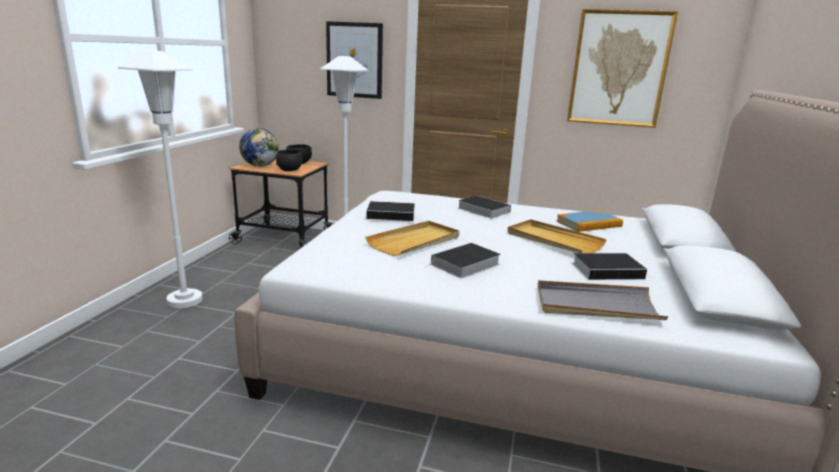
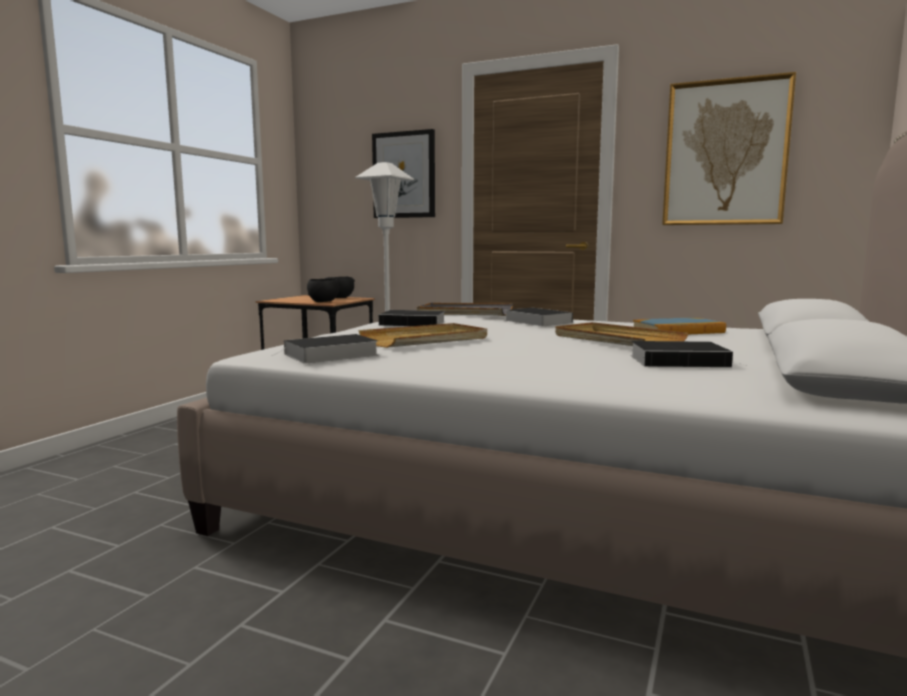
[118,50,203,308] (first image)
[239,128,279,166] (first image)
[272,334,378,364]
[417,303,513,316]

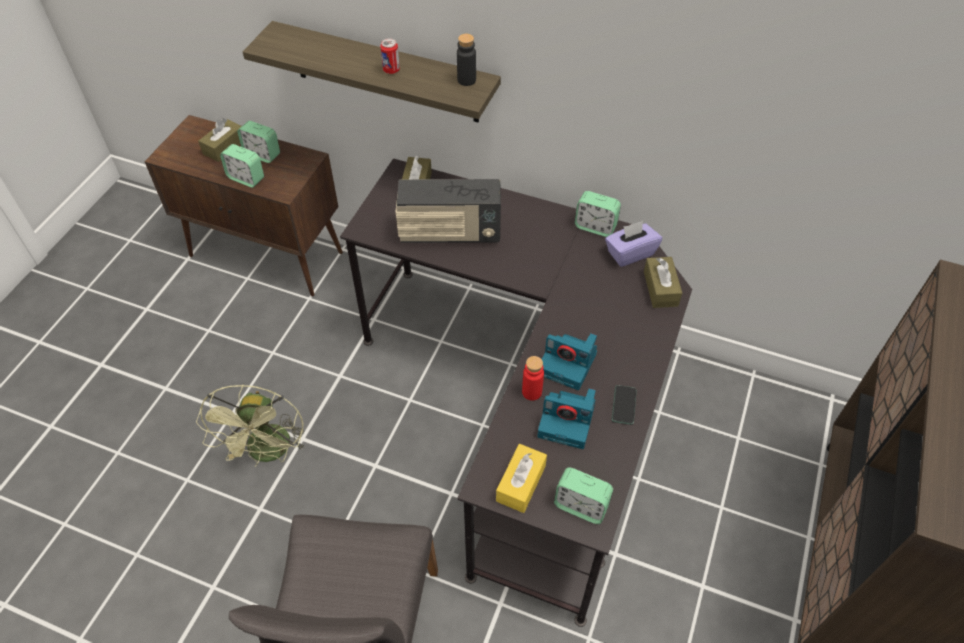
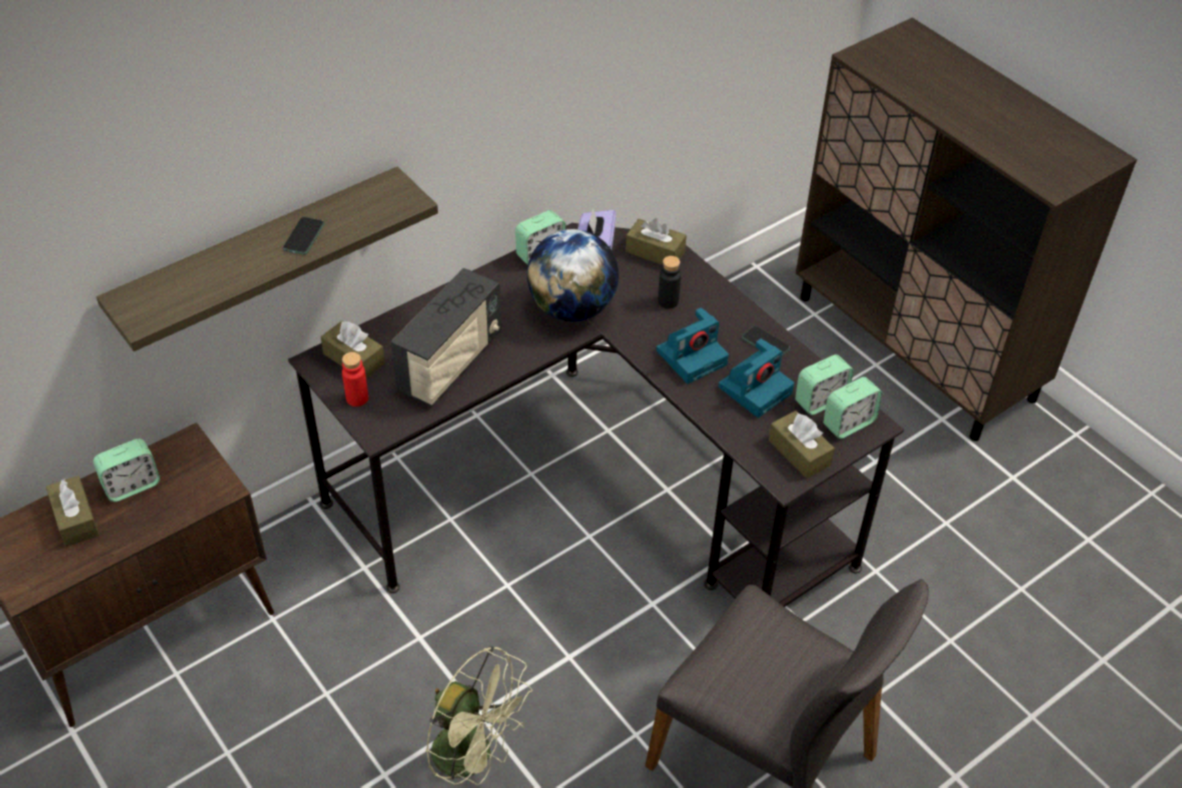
[658,256,681,309]
[283,217,325,255]
[795,355,854,415]
[342,352,369,407]
[769,411,835,479]
[527,229,619,322]

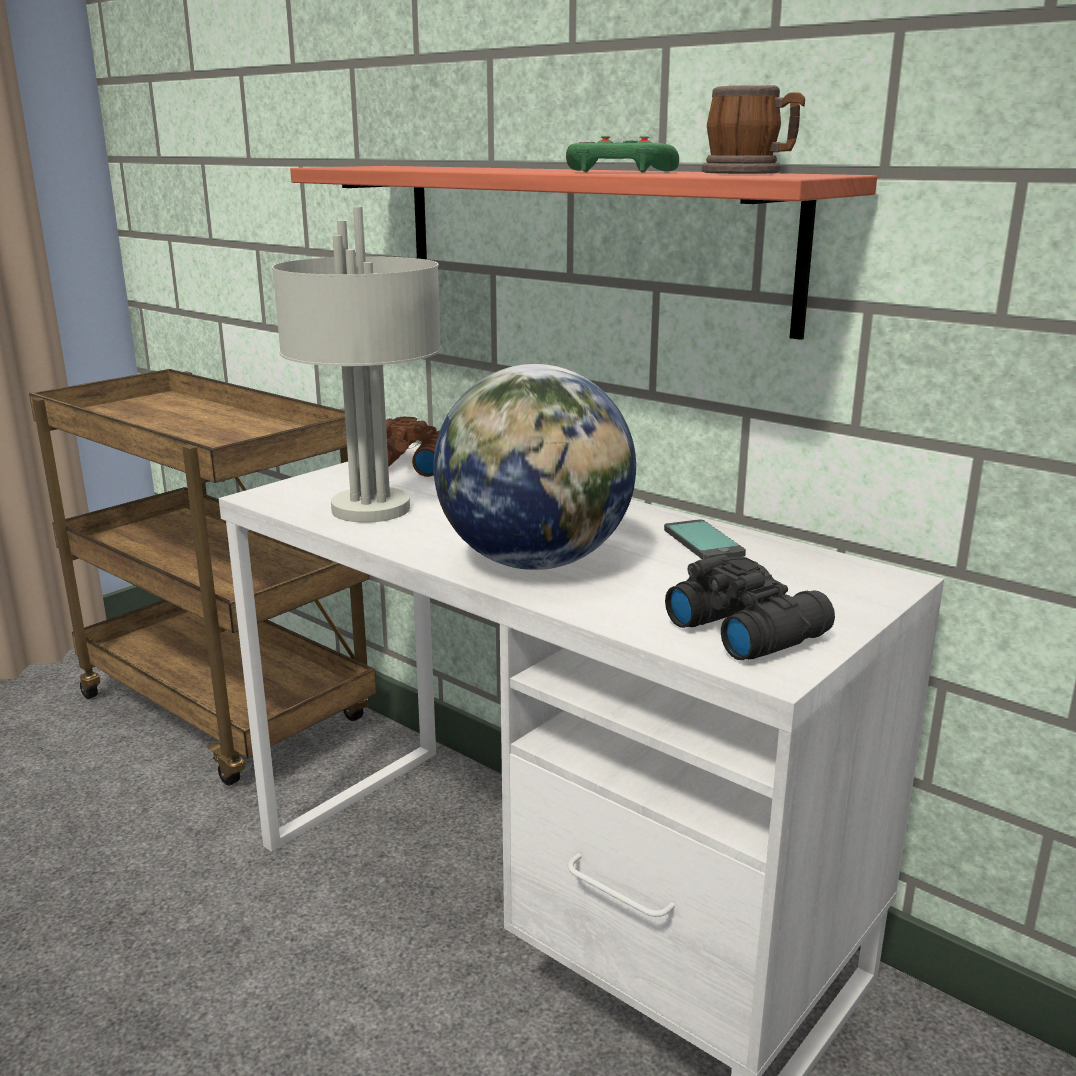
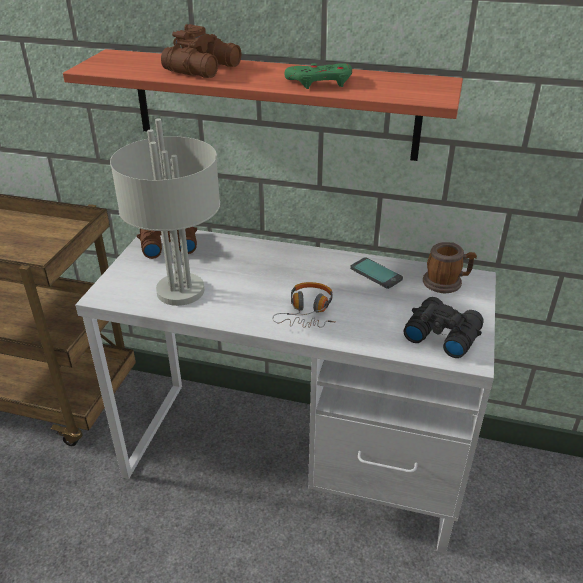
[423,242,477,294]
[272,282,336,328]
[161,24,242,78]

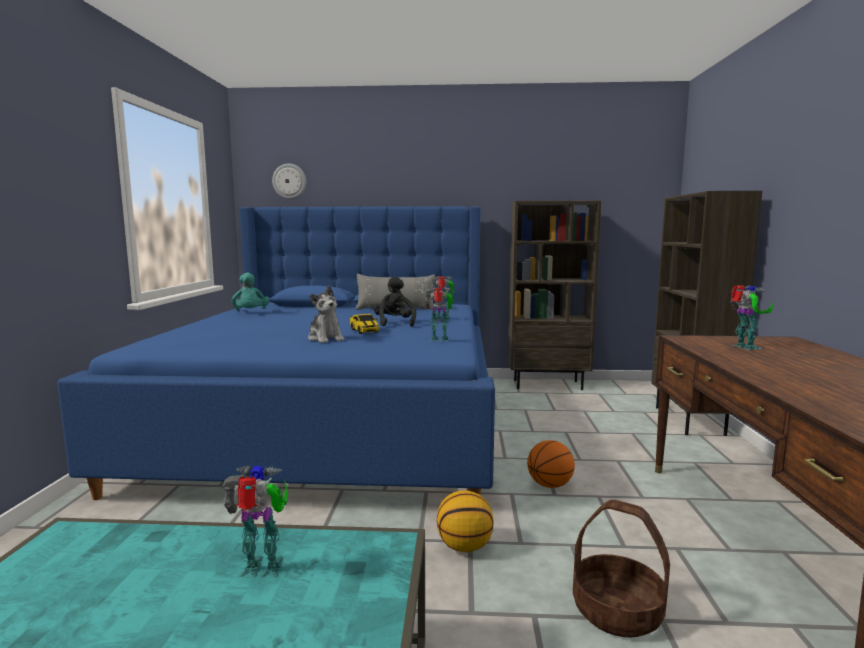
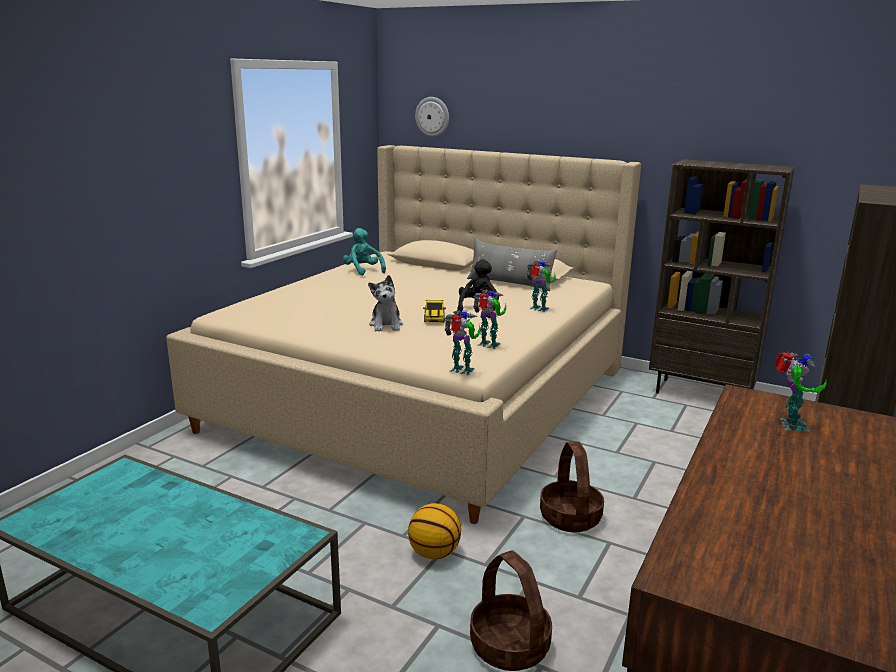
[166,145,641,524]
[343,228,386,276]
[540,441,604,532]
[444,310,481,375]

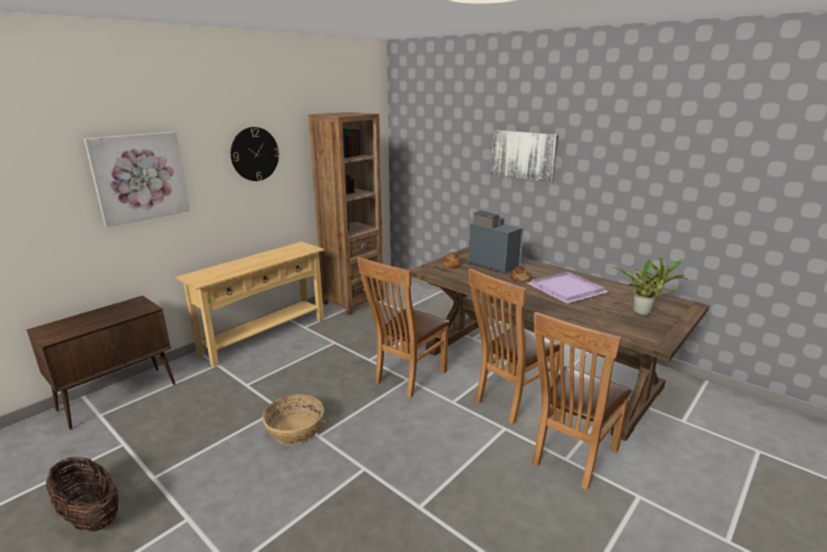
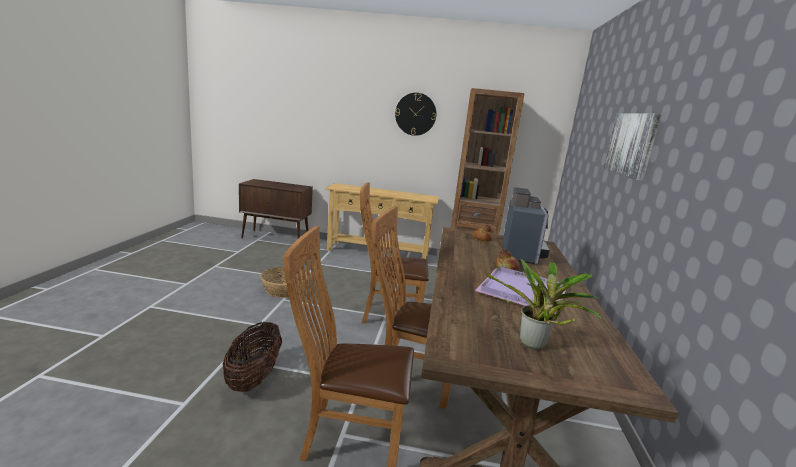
[84,132,190,227] (first image)
[223,322,282,392]

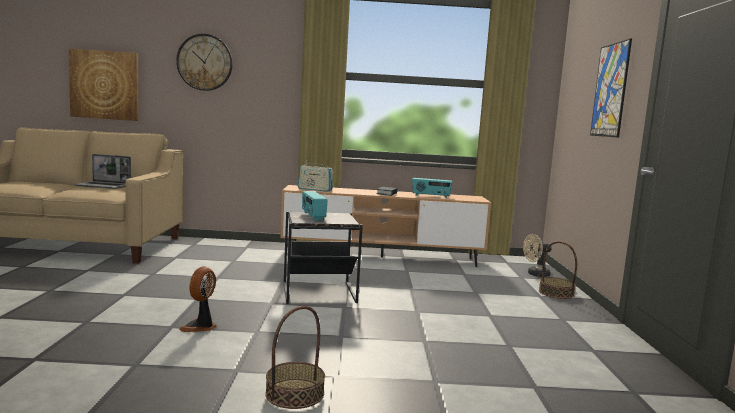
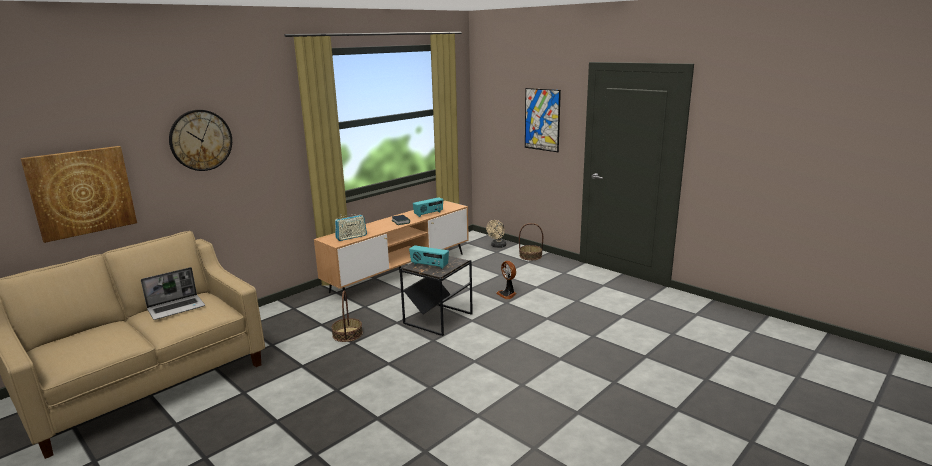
[496,261,517,299]
[331,291,363,342]

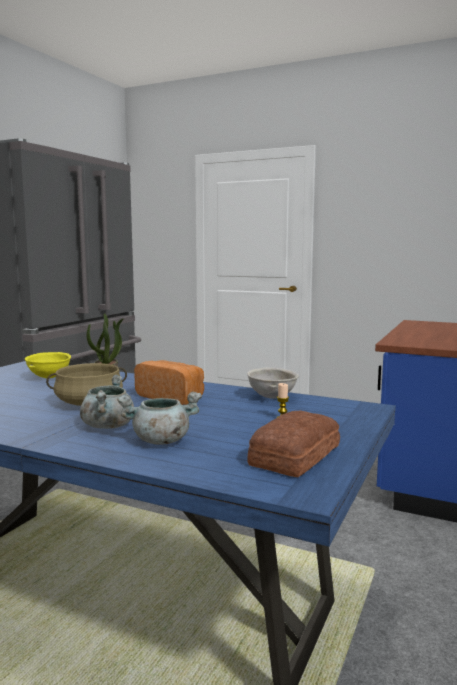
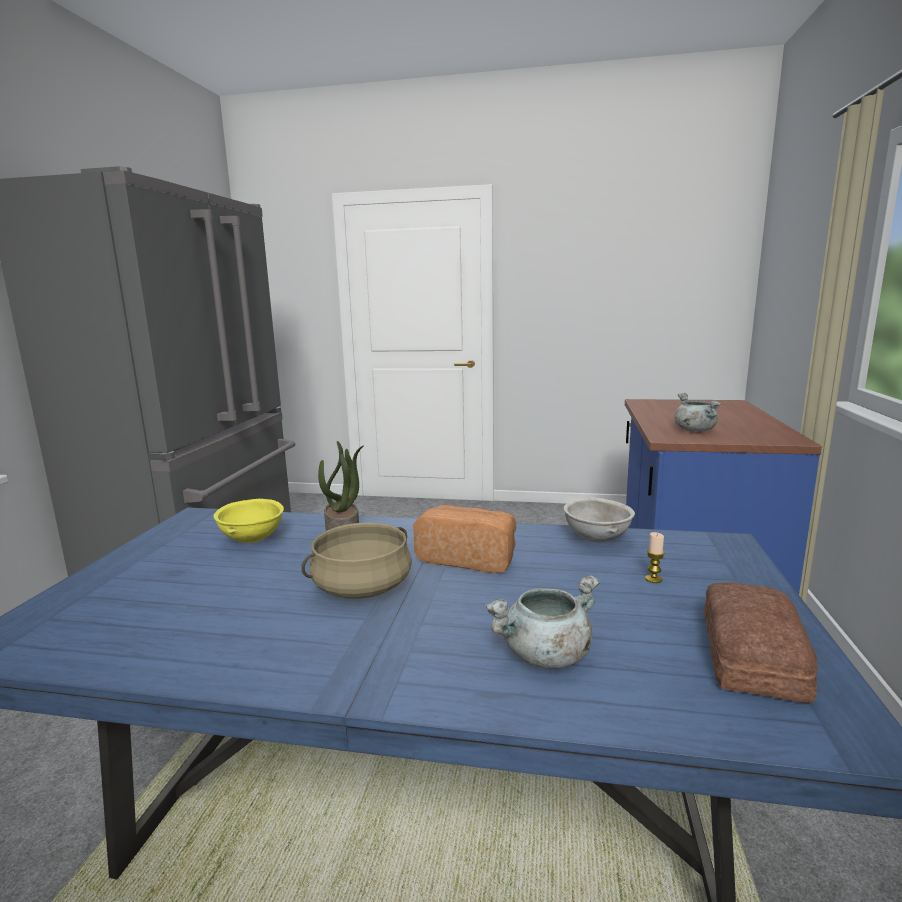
[674,393,722,432]

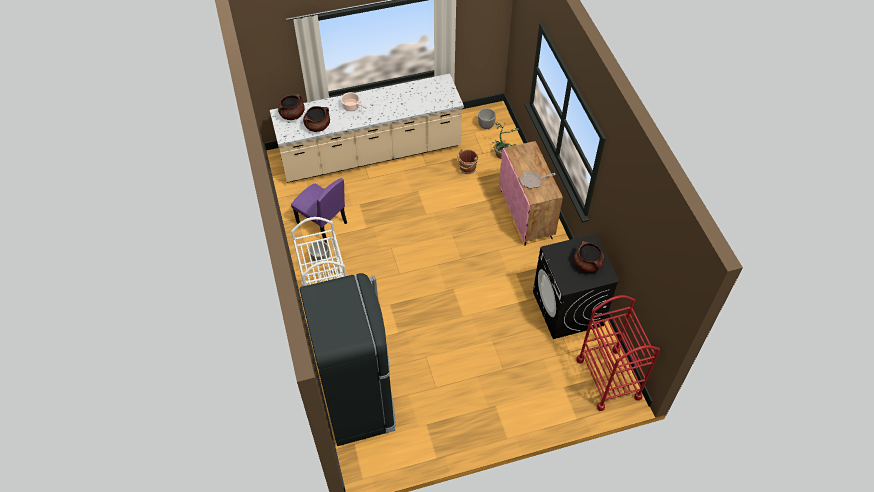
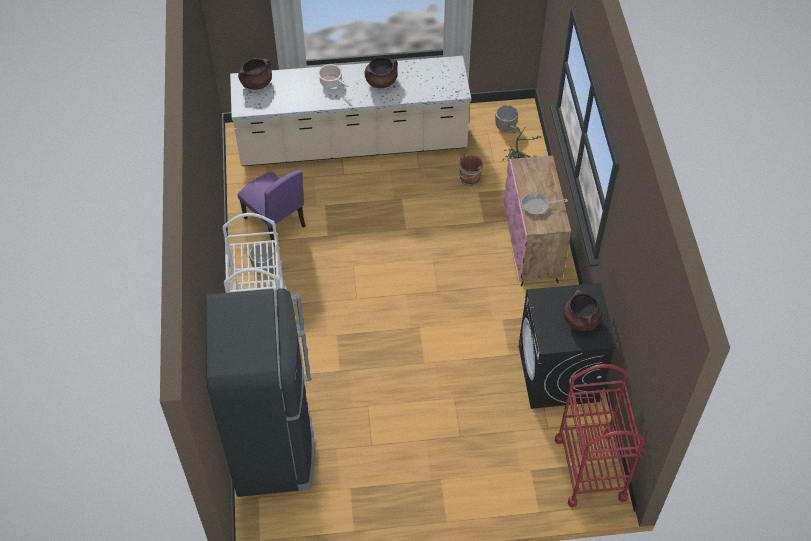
[365,57,397,88]

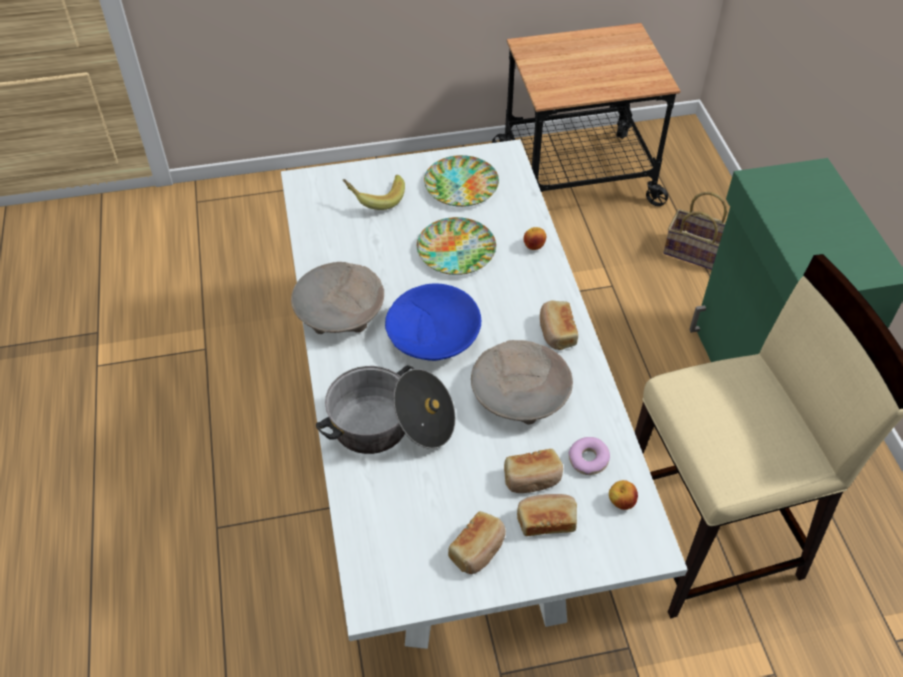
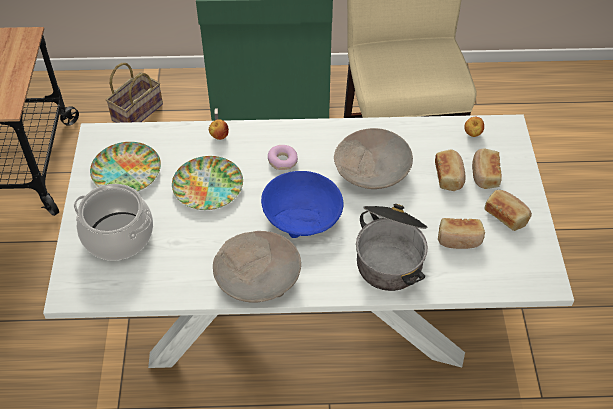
[74,184,153,261]
[438,218,485,249]
[268,145,298,170]

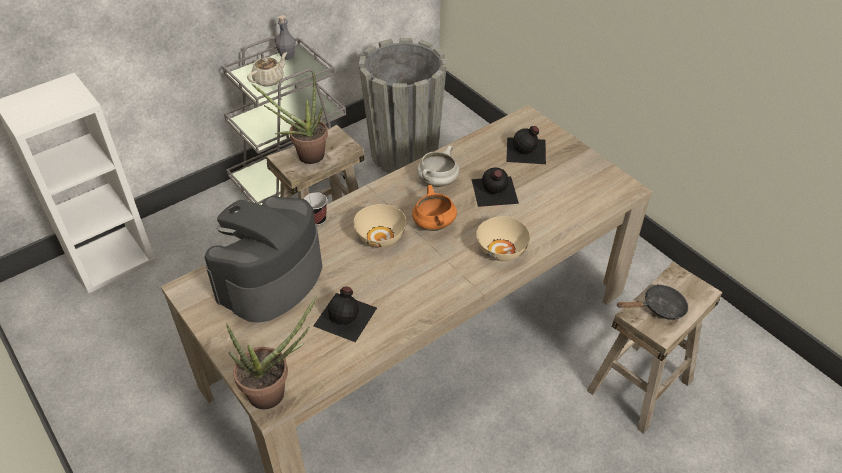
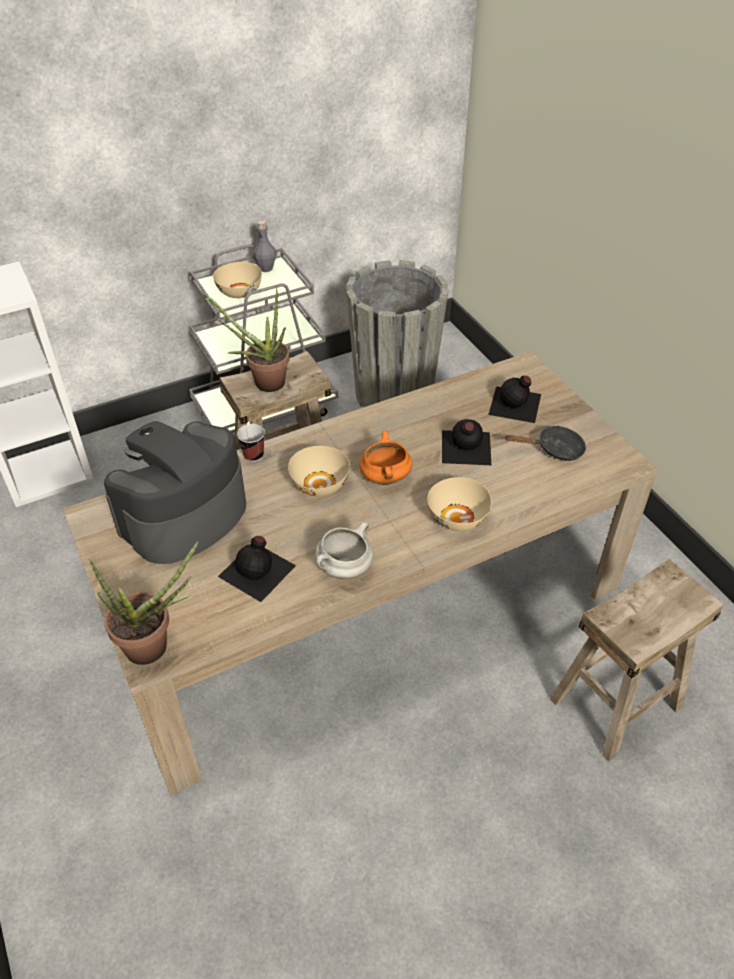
[213,262,262,298]
[315,522,373,579]
[504,426,586,461]

